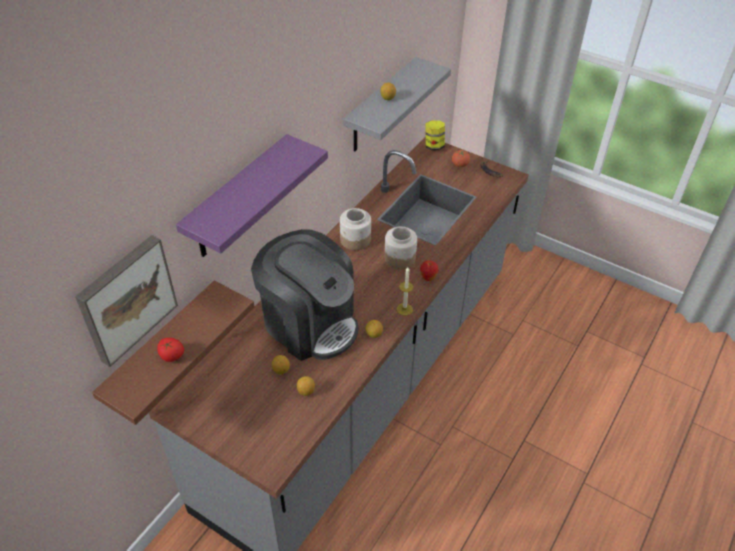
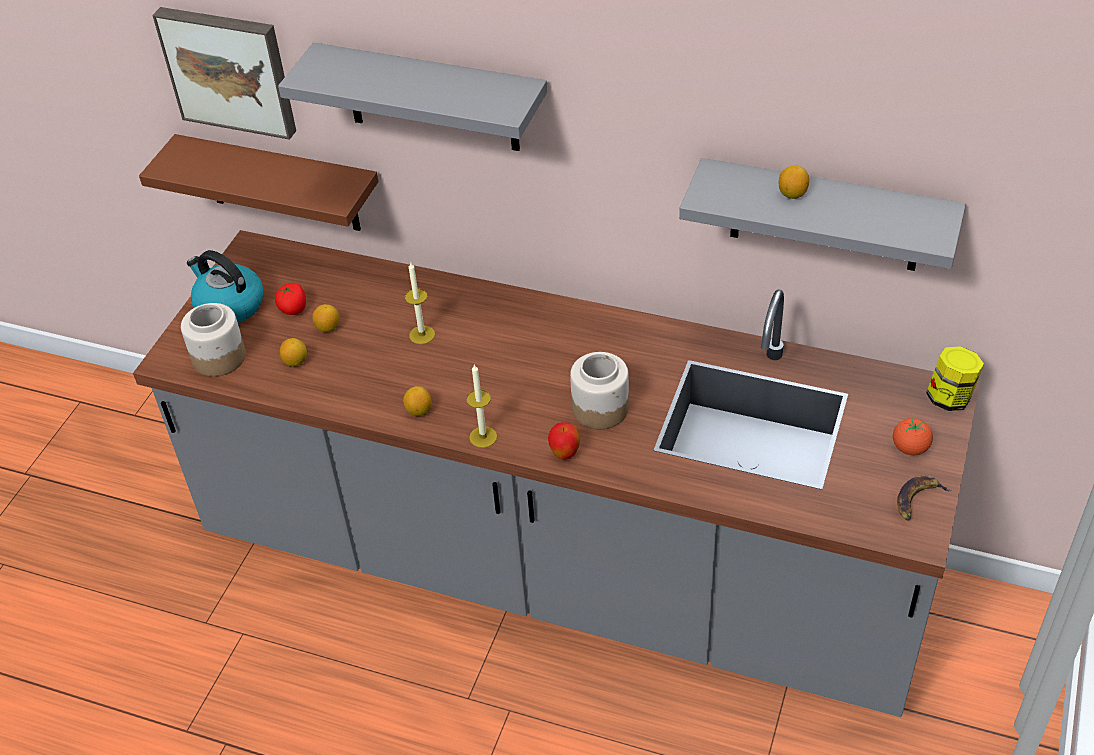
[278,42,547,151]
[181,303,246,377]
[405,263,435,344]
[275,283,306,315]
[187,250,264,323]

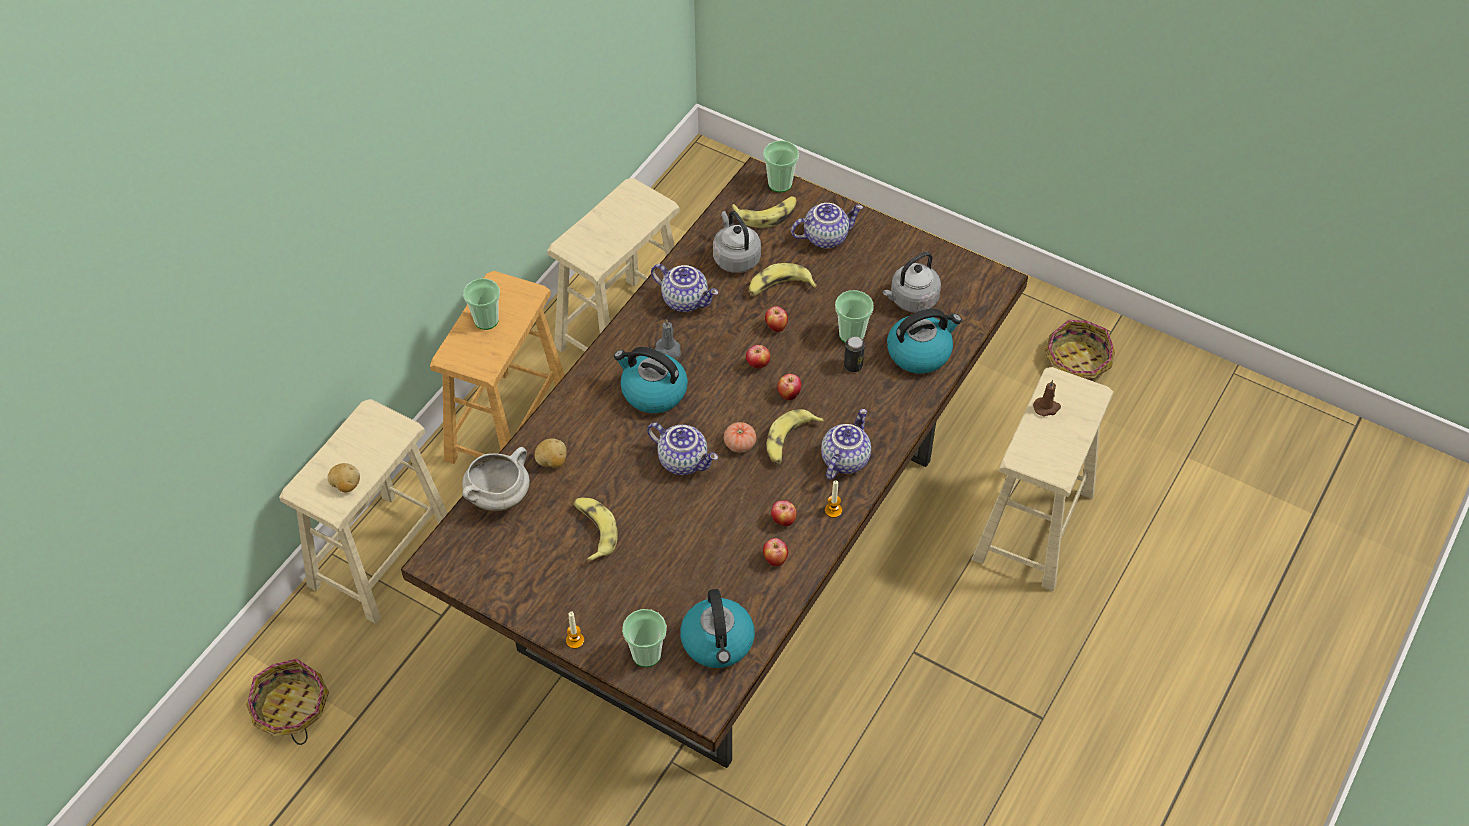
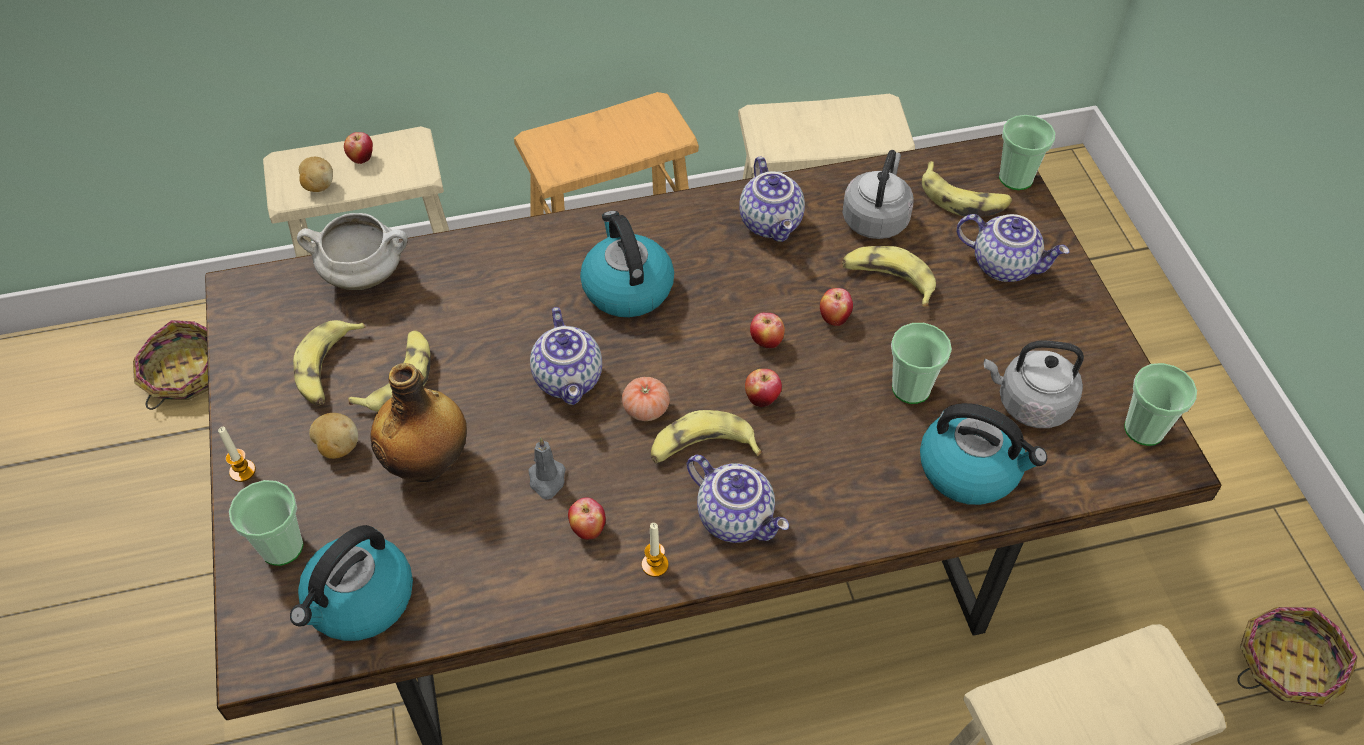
[1124,363,1197,446]
[528,437,566,499]
[844,336,865,372] (first image)
[1033,380,1061,416] (first image)
[687,455,789,543]
[309,413,358,459]
[344,132,373,164]
[293,320,366,405]
[370,363,467,482]

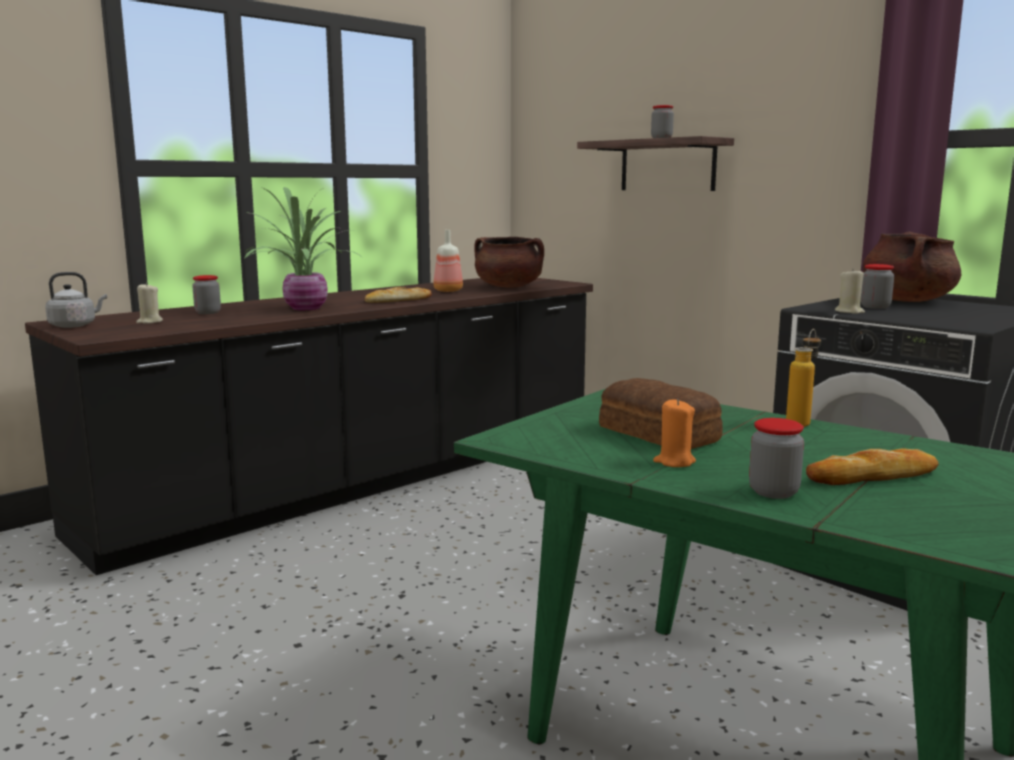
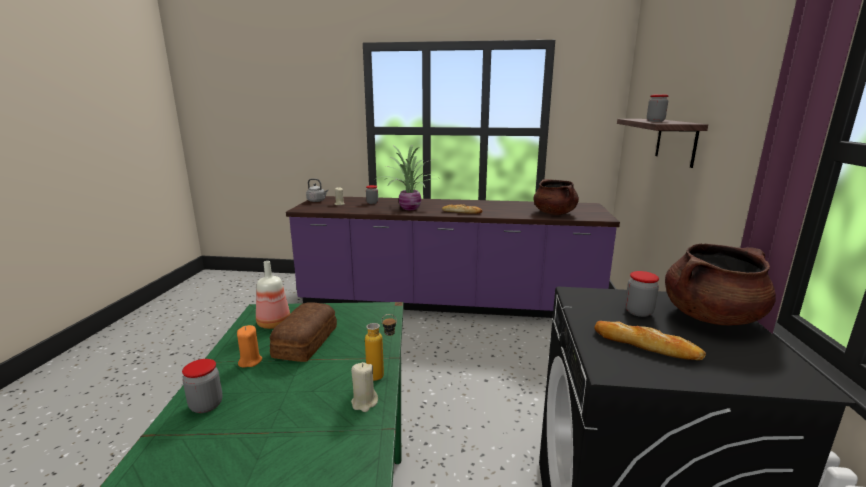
[256,261,290,329]
[351,362,378,412]
[286,196,620,318]
[594,321,706,360]

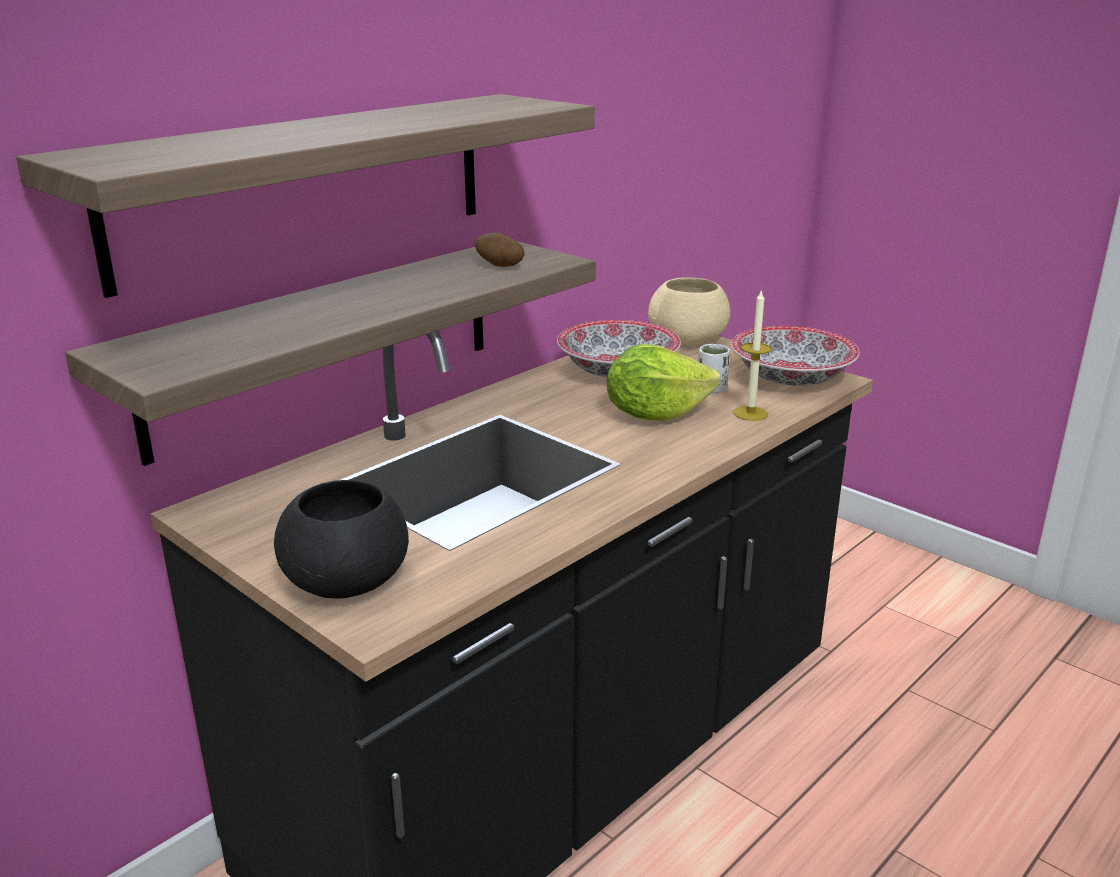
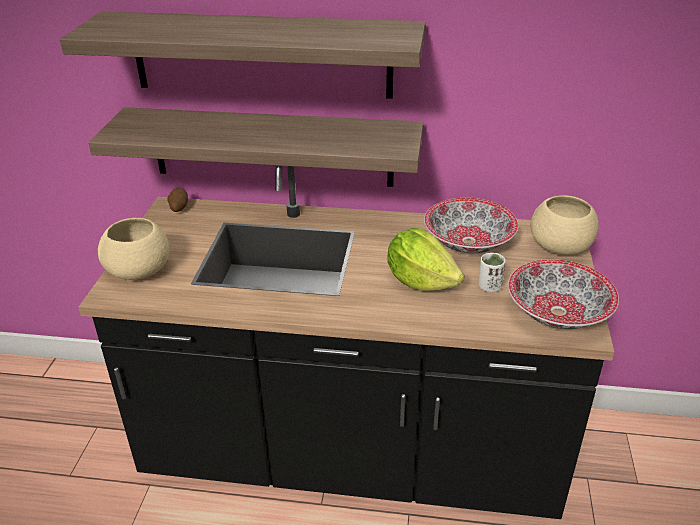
[168,187,188,212]
[734,289,771,421] (first image)
[98,218,170,280]

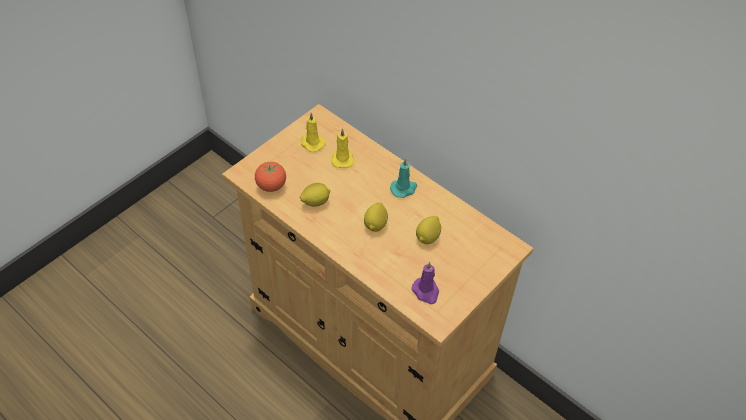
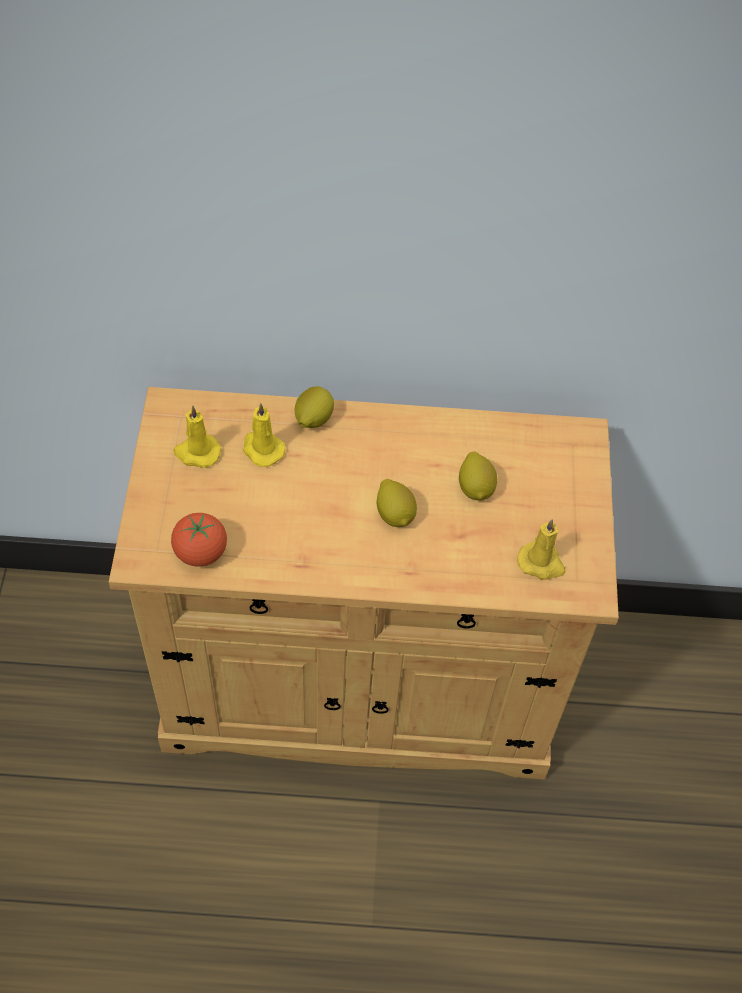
[390,158,417,198] (first image)
[295,386,334,428]
[517,519,565,580]

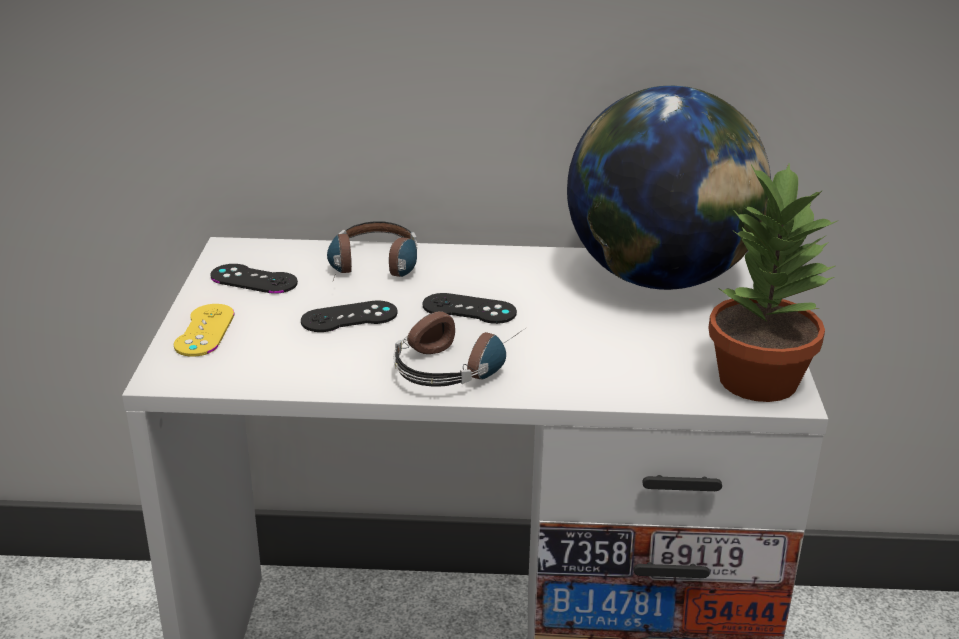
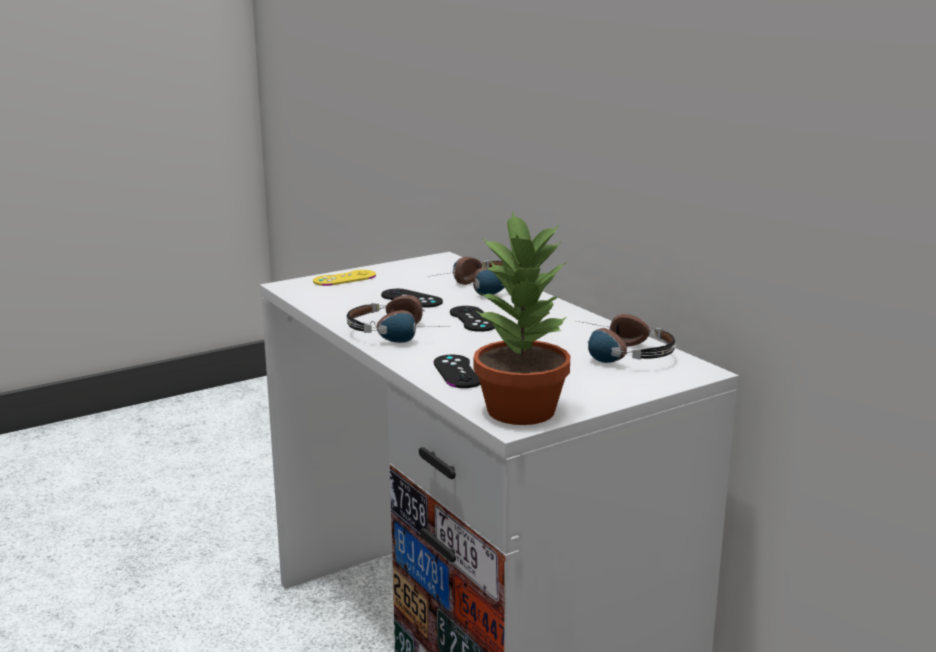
[576,314,676,363]
[433,355,481,388]

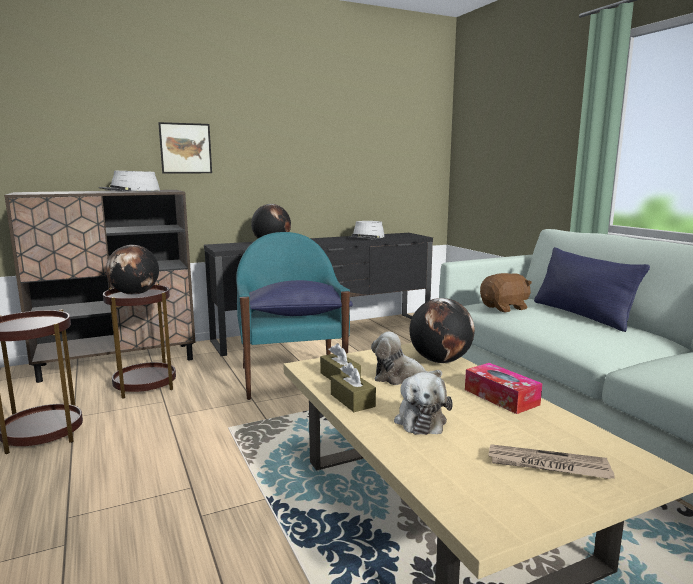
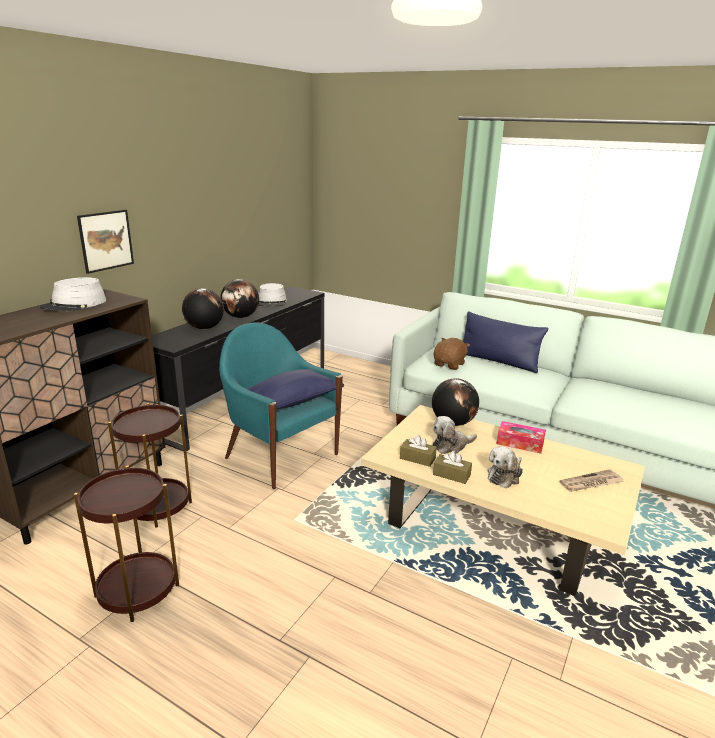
[220,279,259,318]
[488,447,523,488]

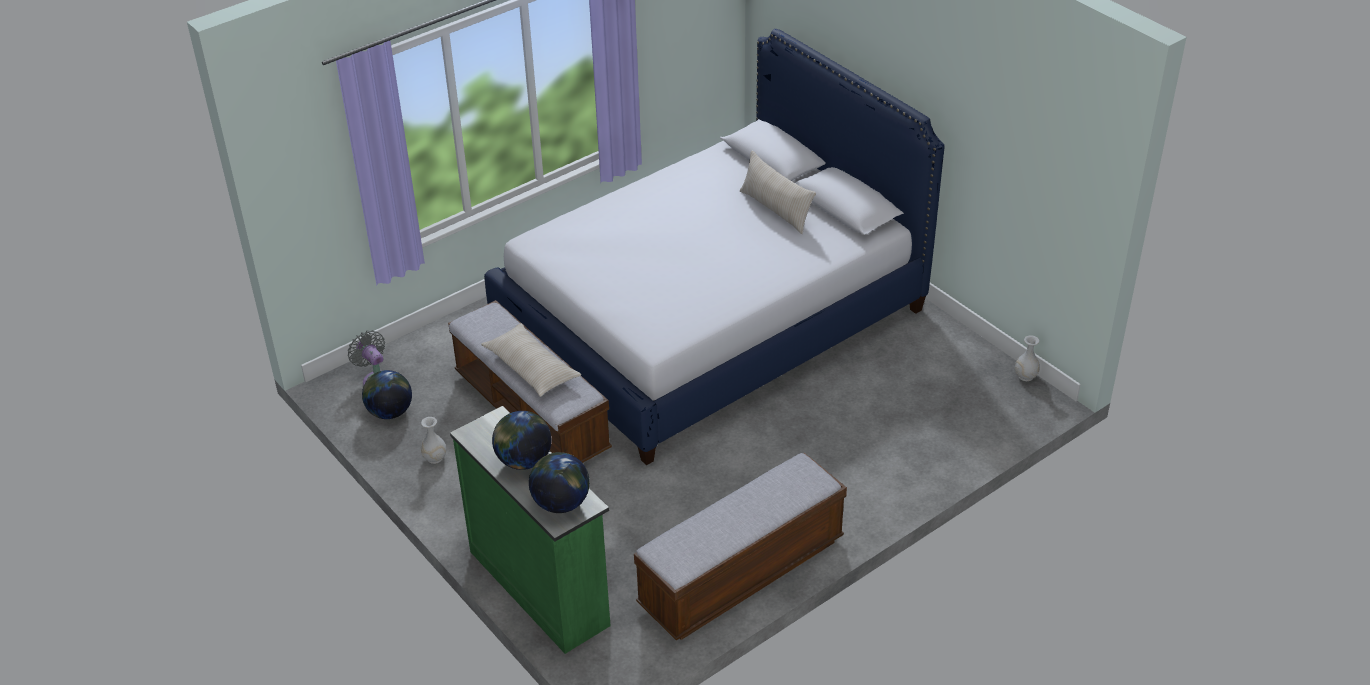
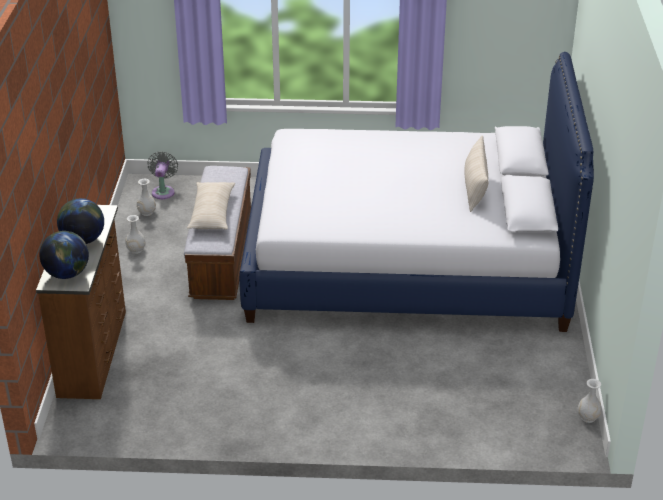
[137,179,156,216]
[36,205,126,399]
[634,453,847,641] (first image)

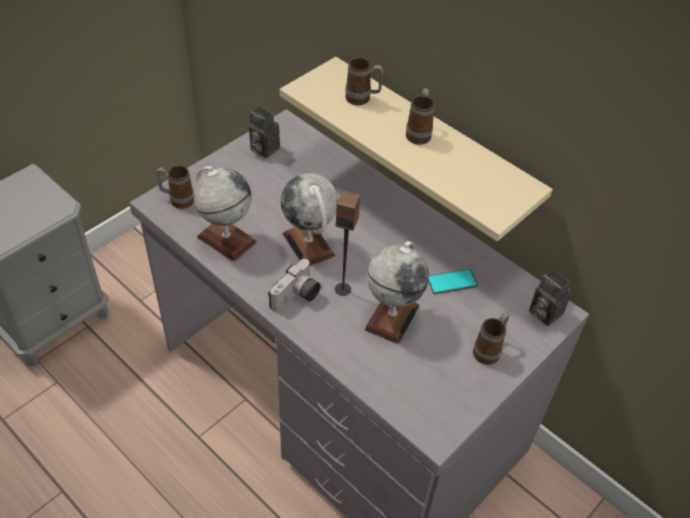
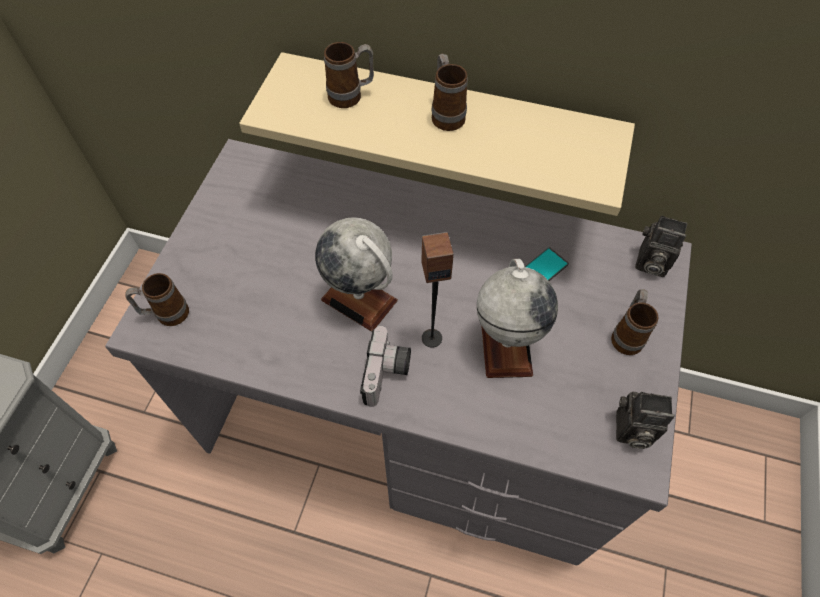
[616,392,675,449]
[193,166,257,262] (first image)

